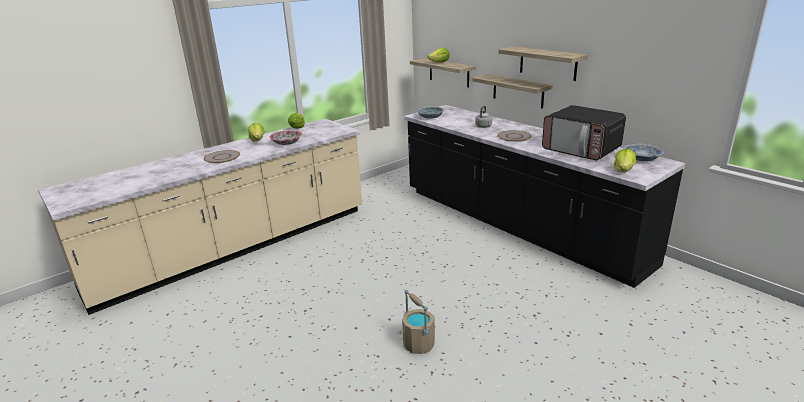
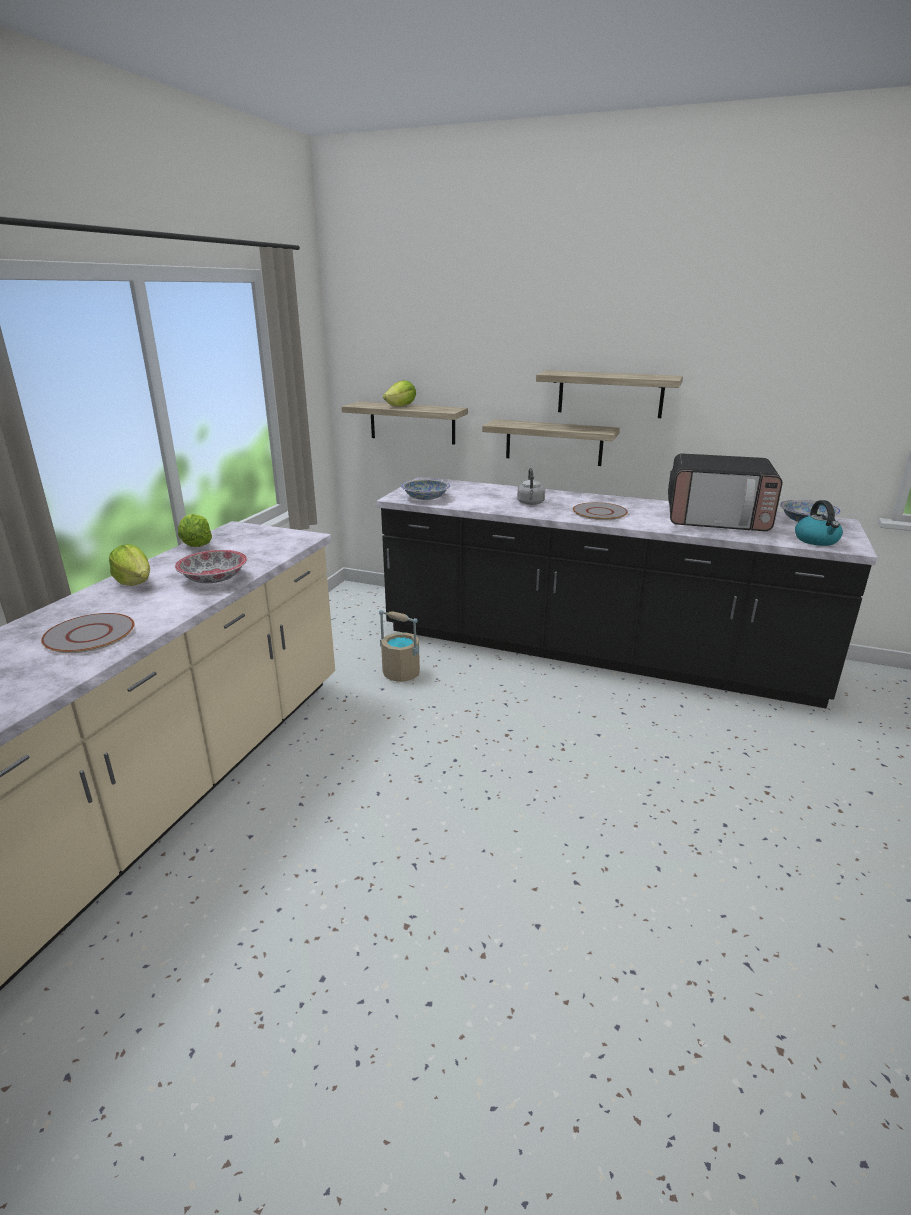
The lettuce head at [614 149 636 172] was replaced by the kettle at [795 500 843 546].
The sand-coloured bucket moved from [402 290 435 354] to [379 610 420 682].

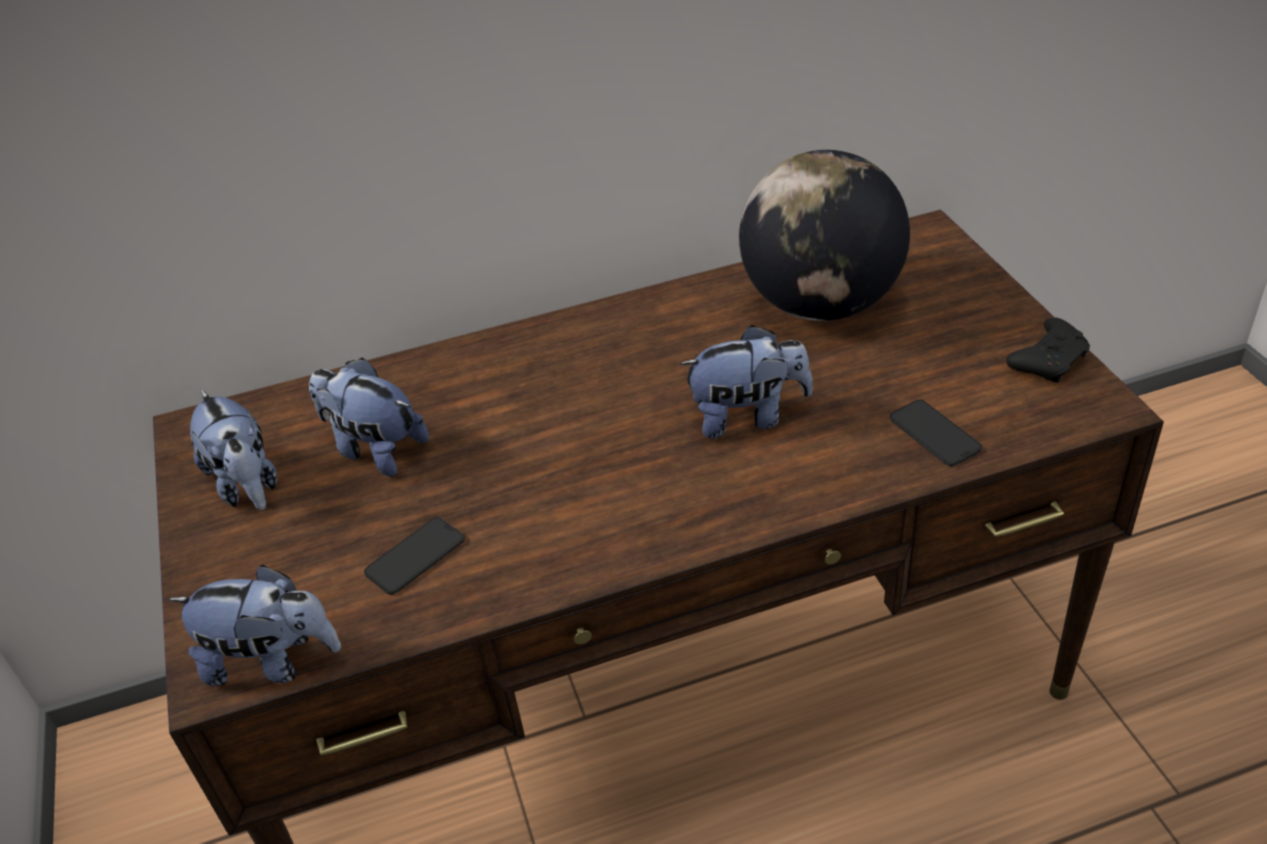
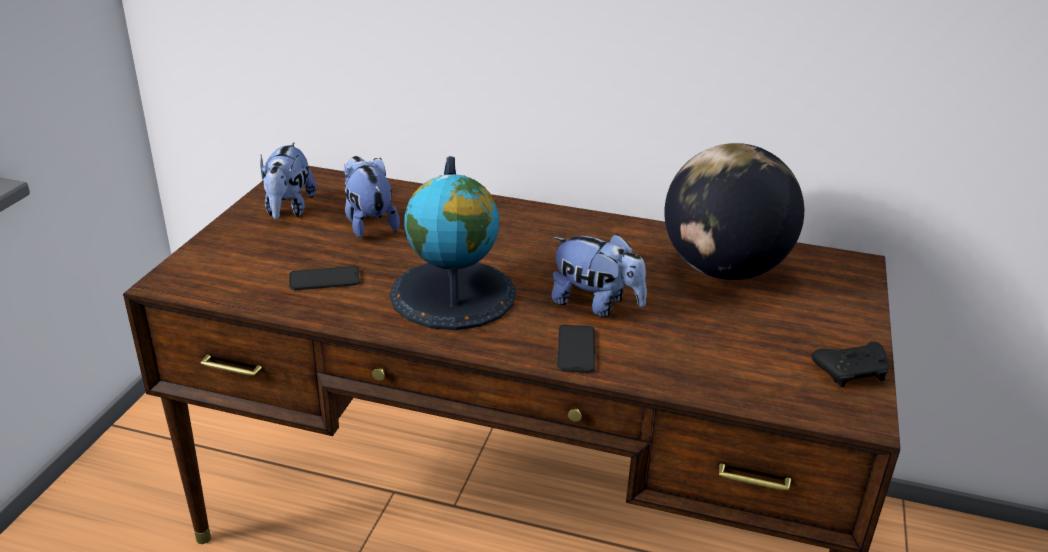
The phone moved from [889 400 982 466] to [557 325 595 373].
The plush toy at [168 564 341 686] disappeared.
The desk globe at [390 156 516 330] appeared.

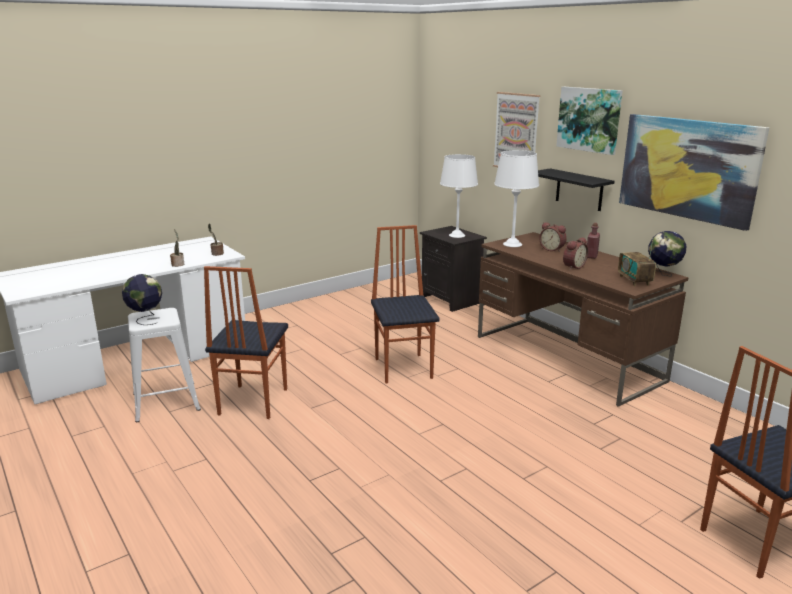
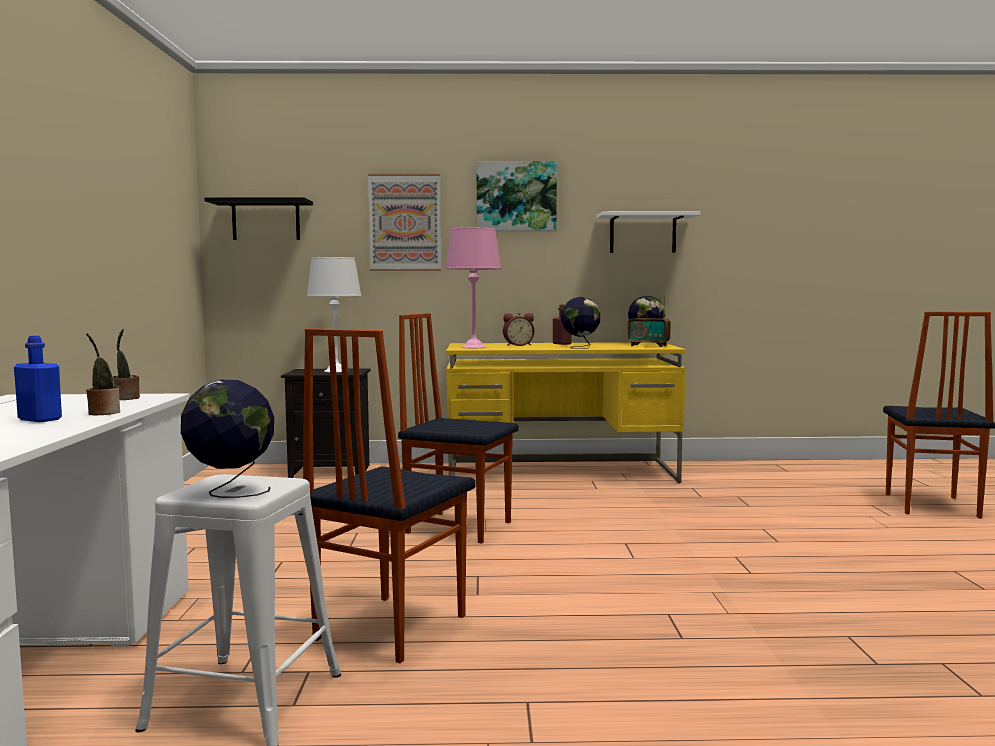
The wall art at [619 114 769 231] was replaced by the white-coloured shelf at [596 211 700 253].
The white-coloured tabletop lamp at [494 150 539 247] became the pinkish tabletop lamp at [445 227 501 348].
The black-coloured shelf moved from [538 168 615 211] to [204 197 313 240].
The brown-coloured desk unit at [478 232 688 407] became the yellow-coloured desk unit at [446 342 686 483].
The table clock at [563 237 588 270] was replaced by the desk globe at [561 297 601 349].
The plain chair at [204 266 288 419] turned 75 degrees clockwise.
The blue bottle at [14 336 62 422] appeared.

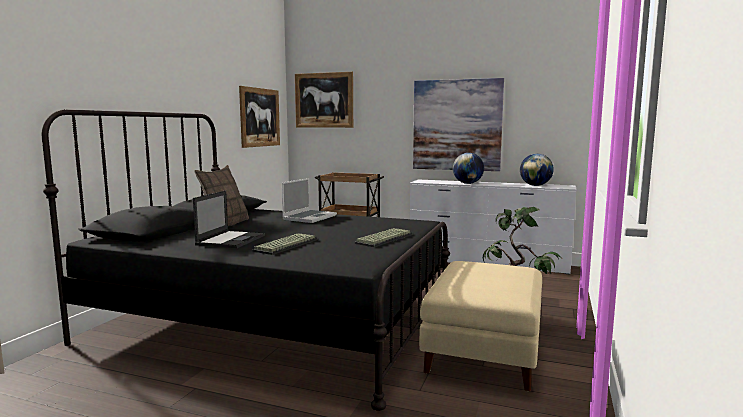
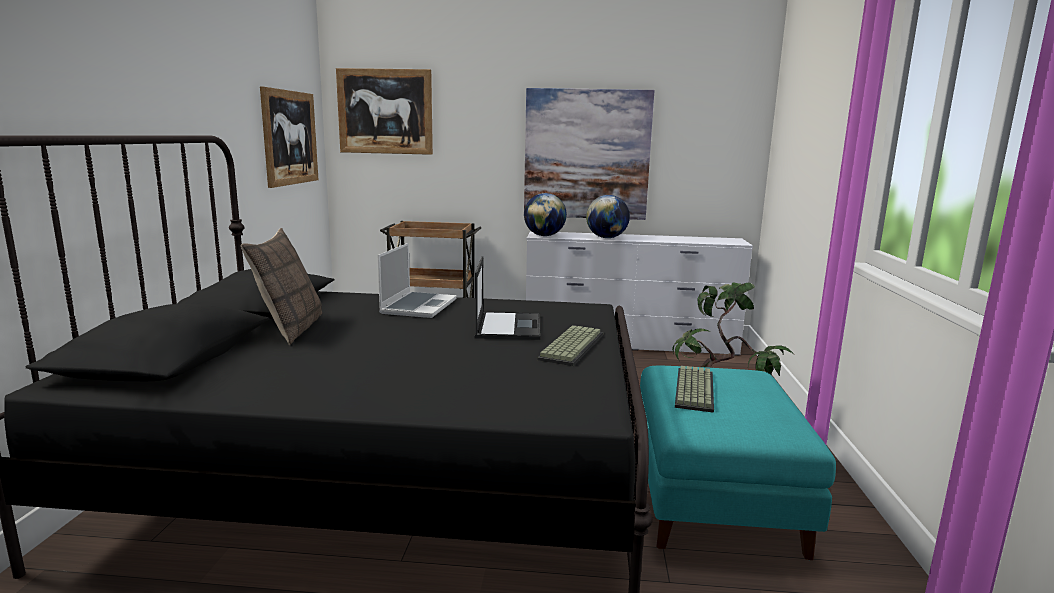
The desk globe moved from [520 154 554 186] to [524 193 567 236].
The notebook computer moved from [193 190 265 248] to [474 256 540 340].
The keyboard moved from [253 233 317 255] to [675 365 714 413].
The sand-coloured footrest at [419 261 542 391] became the turquoise footrest at [640 365 836 560].

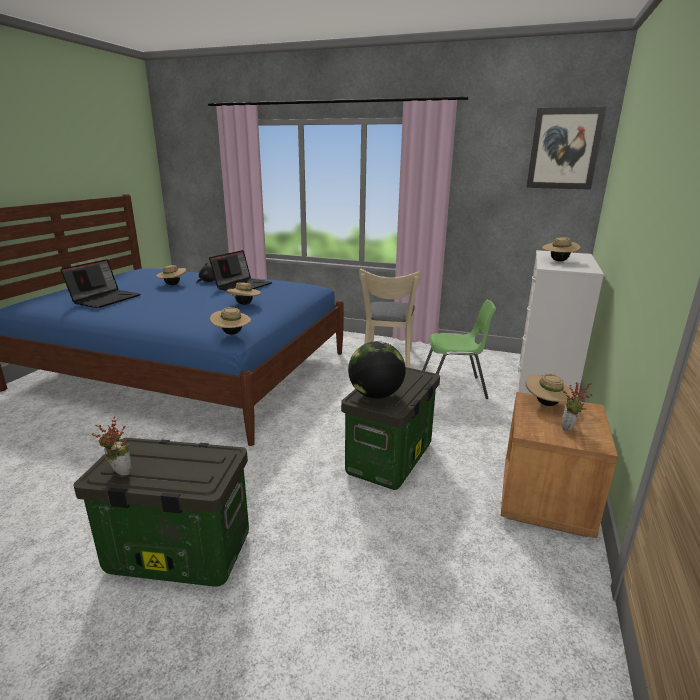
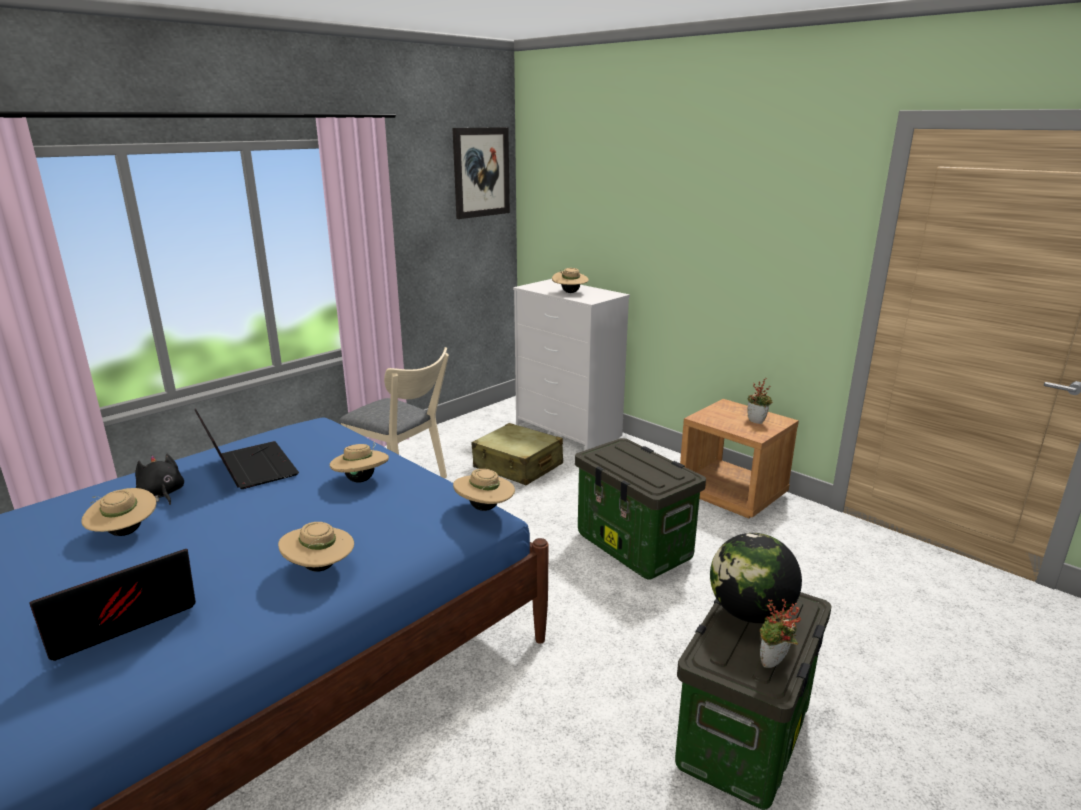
The notebook computer at [61 259 141 308] turned 90 degrees counterclockwise.
The green plain chair at [422 300 496 399] was replaced by the sand-coloured travel case at [472 423 563 485].
The desk globe moved from [348 341 406 399] to [710 533 802 623].
The sand-coloured clothing hat moved from [525 374 574 406] to [278 522 354 572].

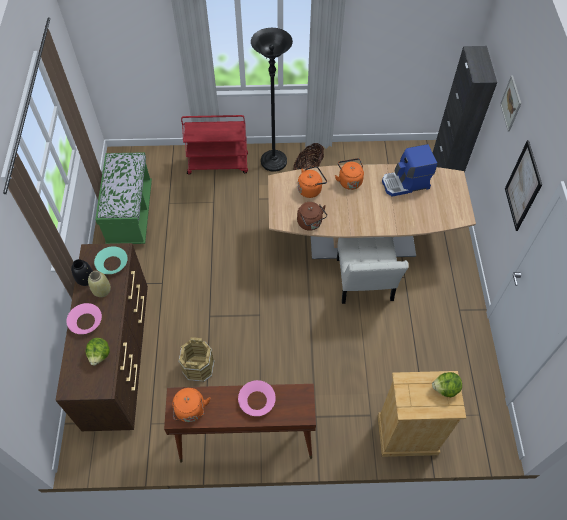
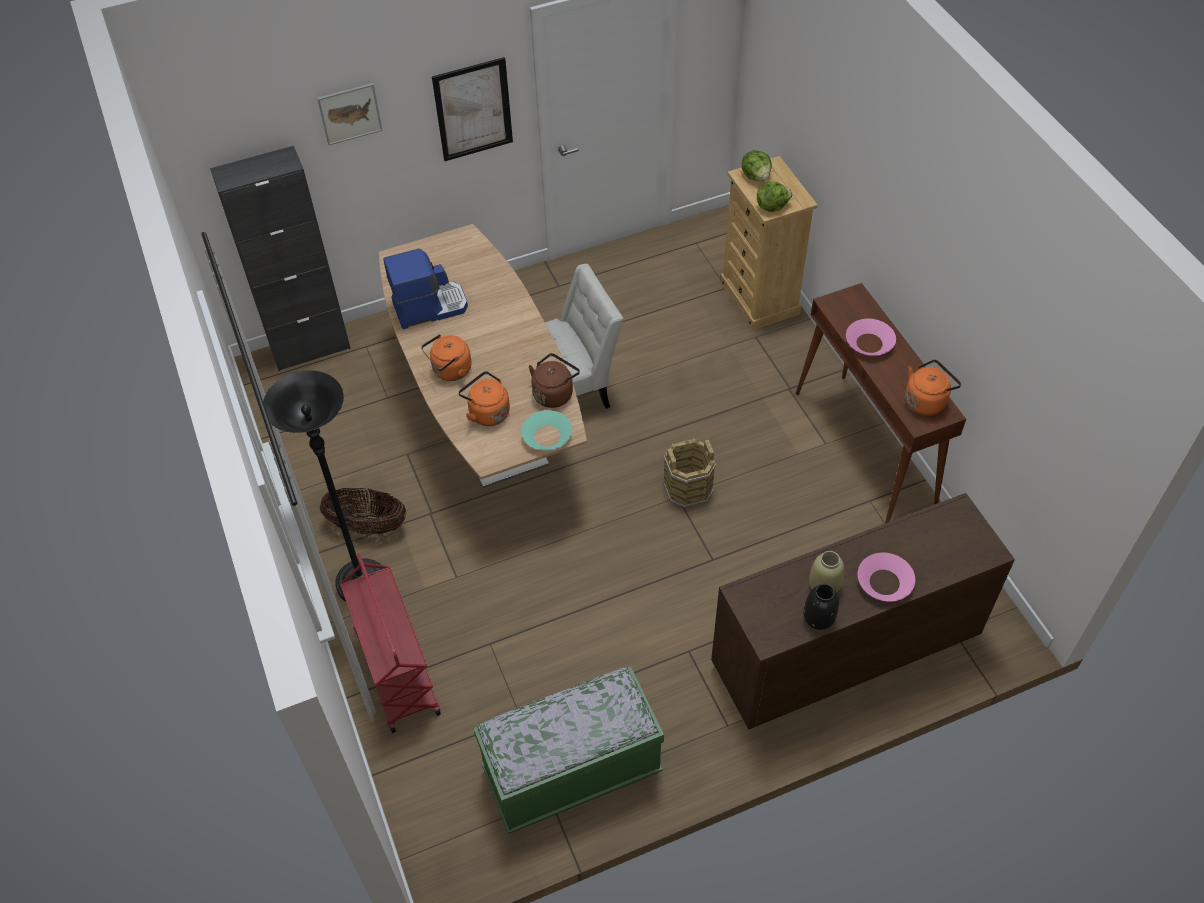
The coffee maker at [382 144 438 197] turned 75 degrees counterclockwise.
The turquoise deep dish moved from [94 246 128 274] to [521 410 572 450].
The brown-coloured bucket moved from [179 337 215 382] to [663 438 716 508].
The lettuce head moved from [86 338 110 365] to [757 182 792 212].

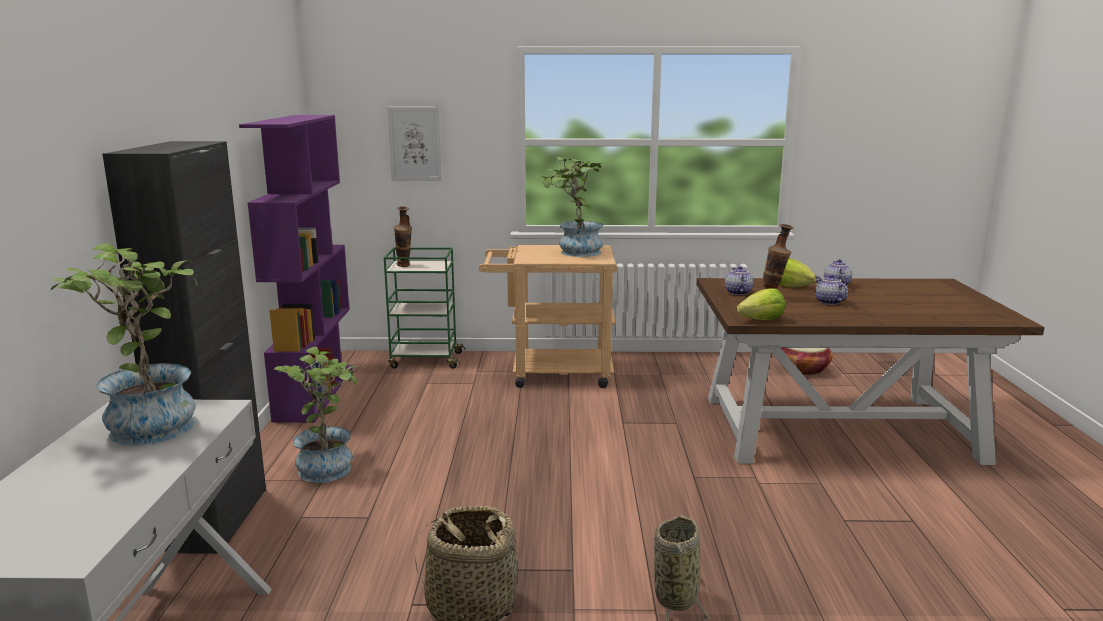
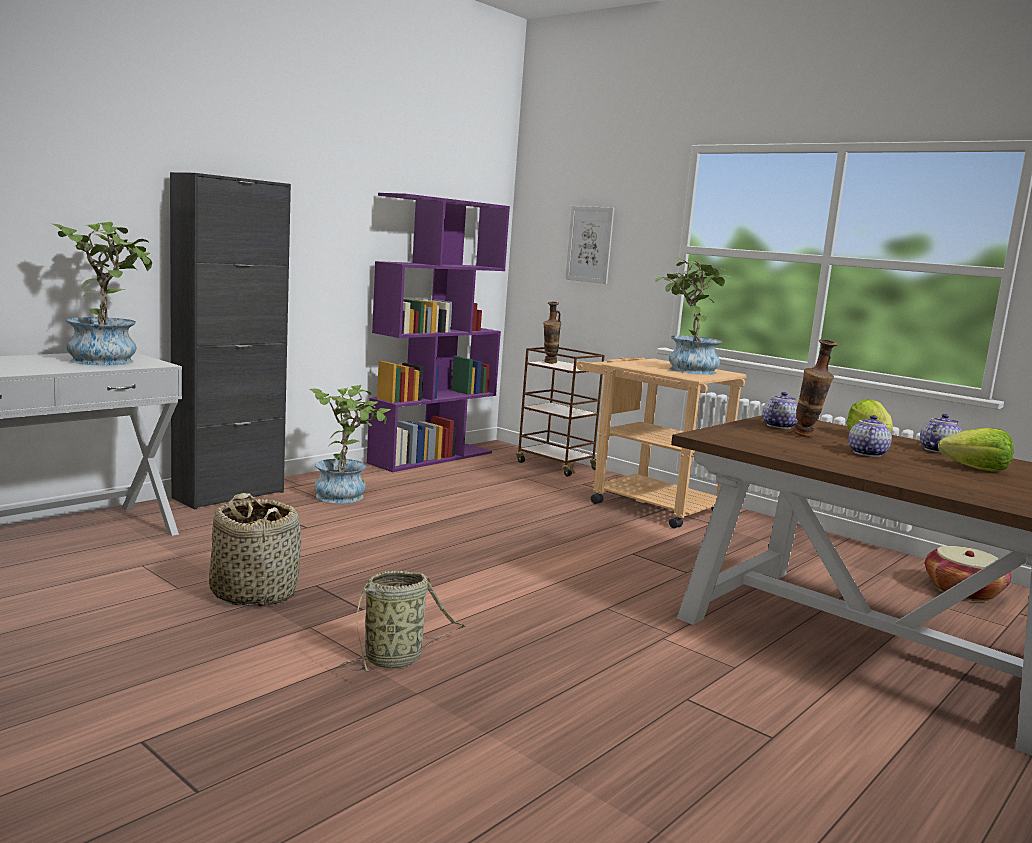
The green cart at [384 247 465 369] became the brown-coloured cart at [516 347 605 476].
The lettuce head moved from [737 288 785 320] to [938 428 1014 471].

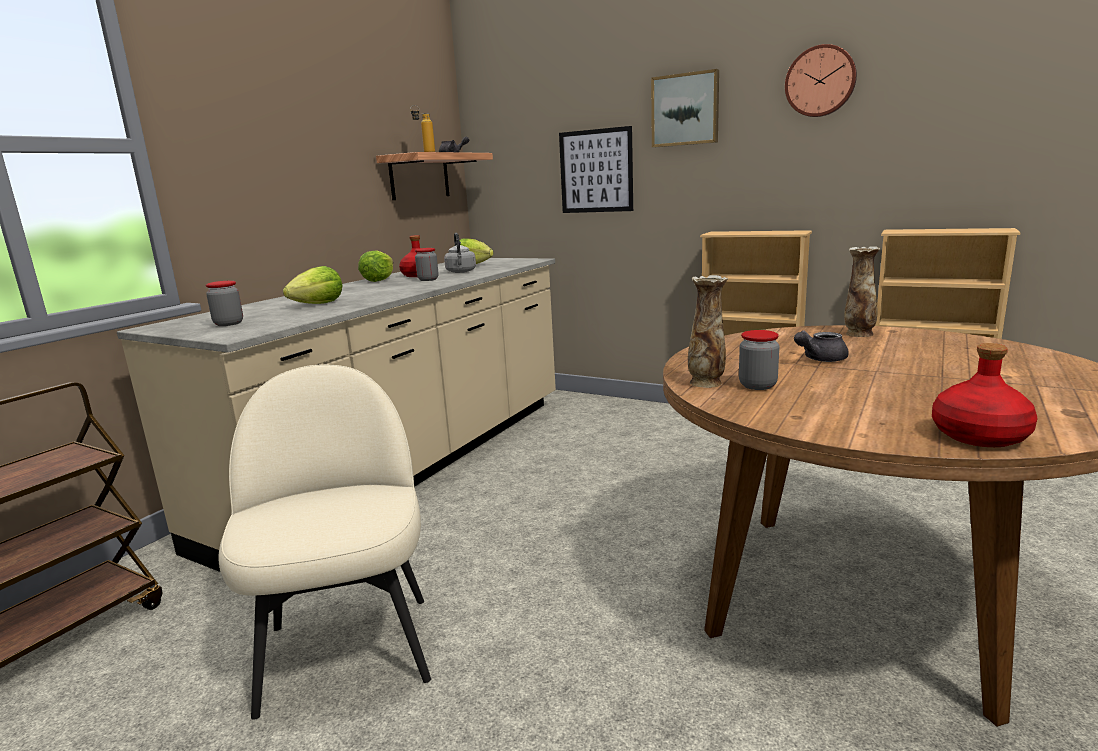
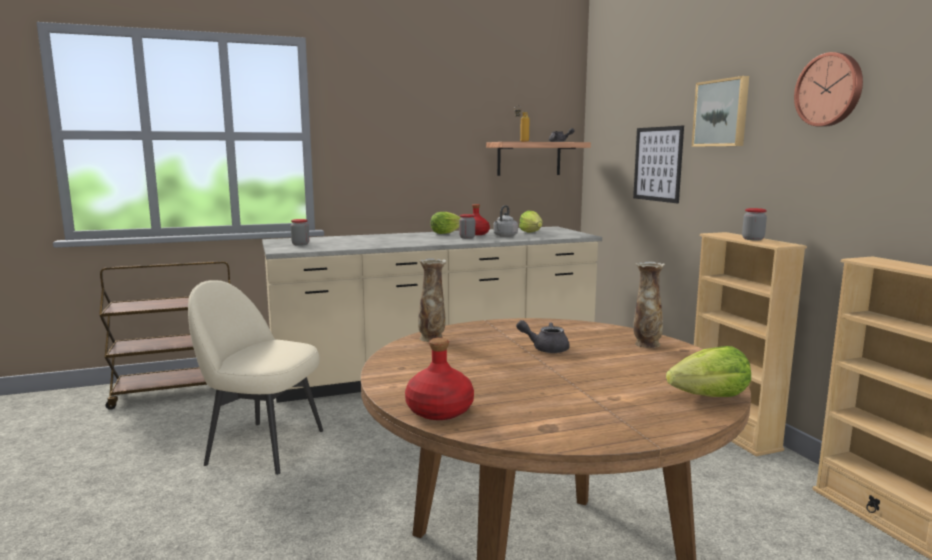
The lettuce head moved from [283 266 342 304] to [666 346 751 397].
The storage jar moved from [739 330 779 390] to [742 208 767 240].
The sand-coloured plain chair at [218 364 431 720] turned 105 degrees counterclockwise.

